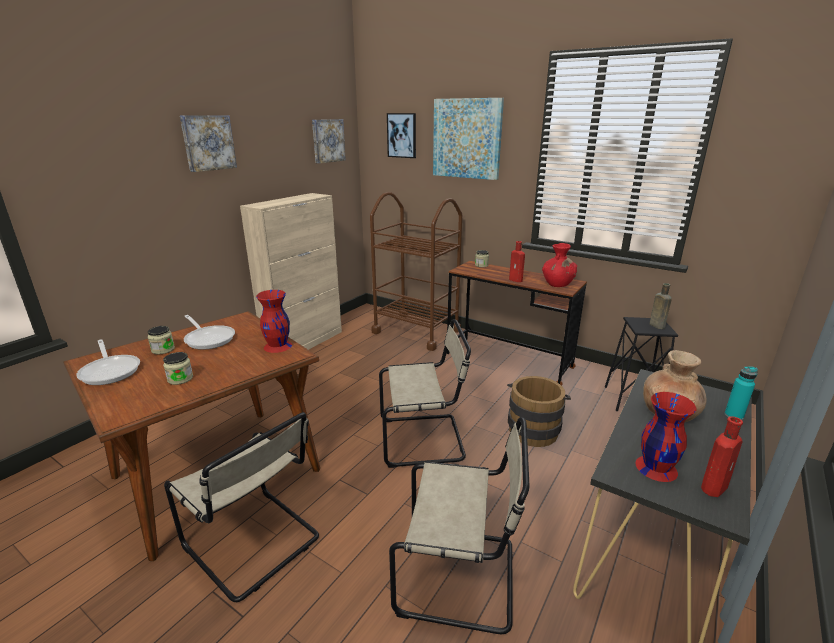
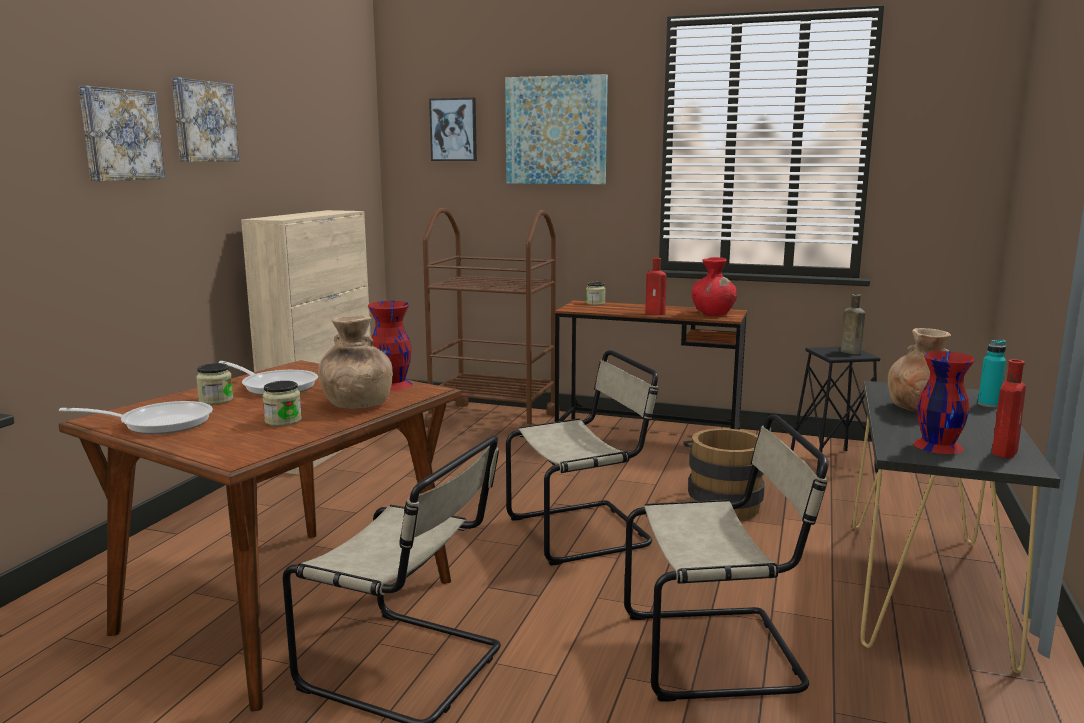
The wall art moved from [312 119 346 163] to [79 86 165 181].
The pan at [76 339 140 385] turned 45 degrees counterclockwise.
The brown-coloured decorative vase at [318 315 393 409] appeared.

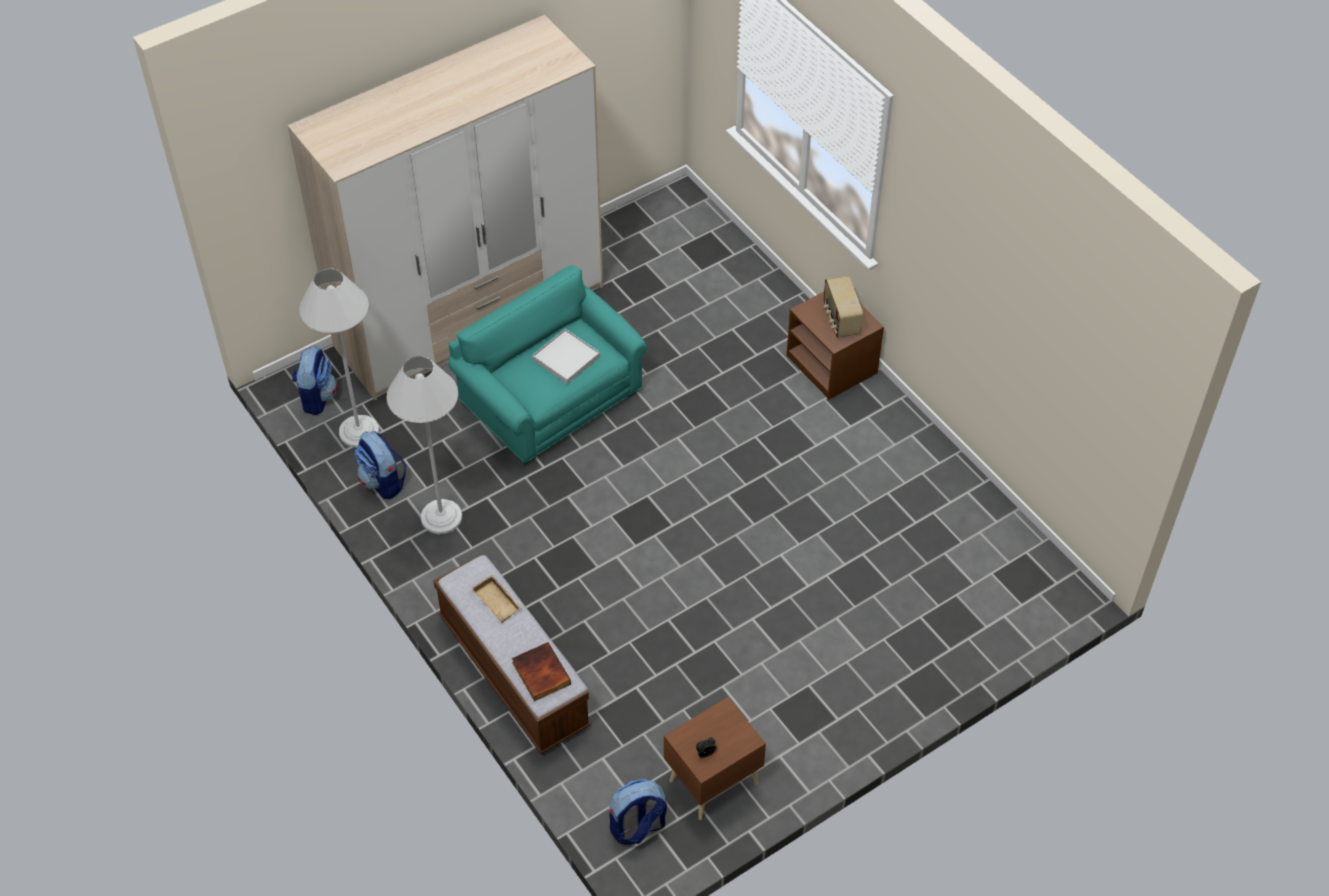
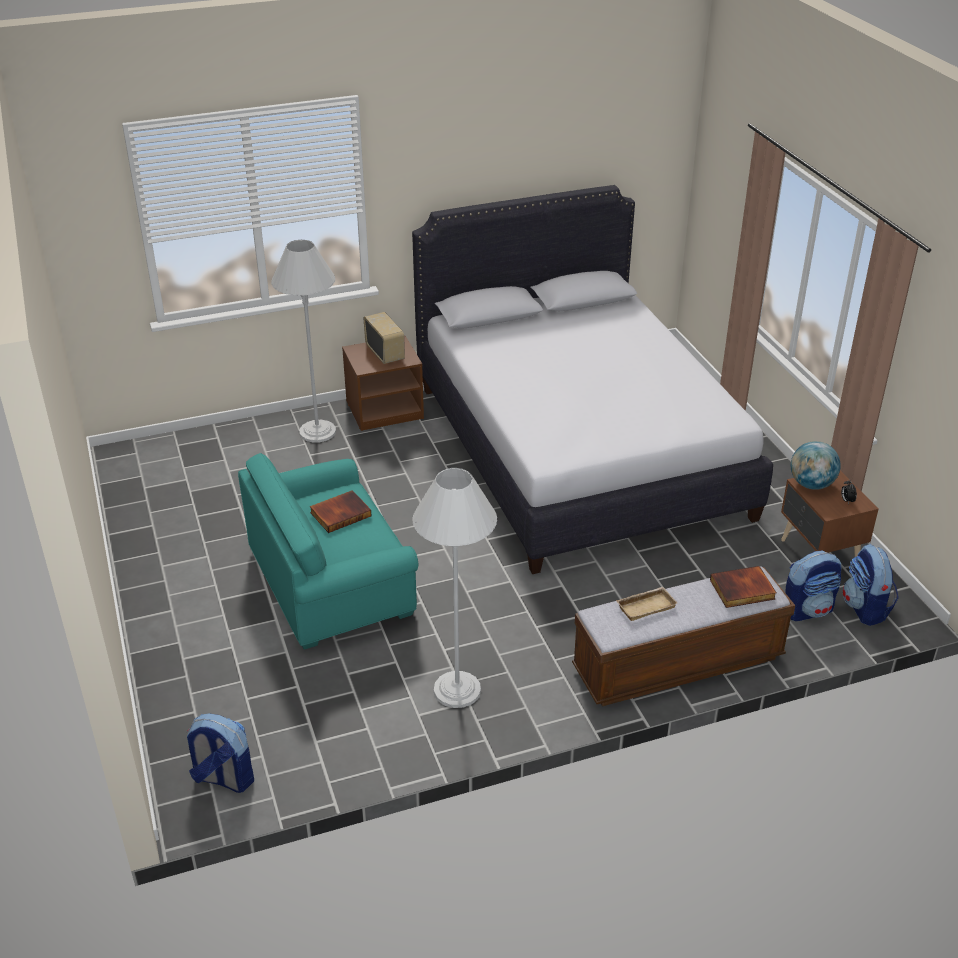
The wardrobe at [288 15 603 400] disappeared.
The white-coloured floor lamp moved from [299 268 379 448] to [271 240 336 443].
The radio at [823 276 863 338] turned 120 degrees counterclockwise.
The white-coloured carrying tray at [532 329 600 384] was replaced by the book at [310 490 372 533].
The backpack moved from [354 431 407 499] to [785 551 841 621].
The white-coloured bed at [412 185 773 574] appeared.
The desk globe at [791 441 841 490] appeared.

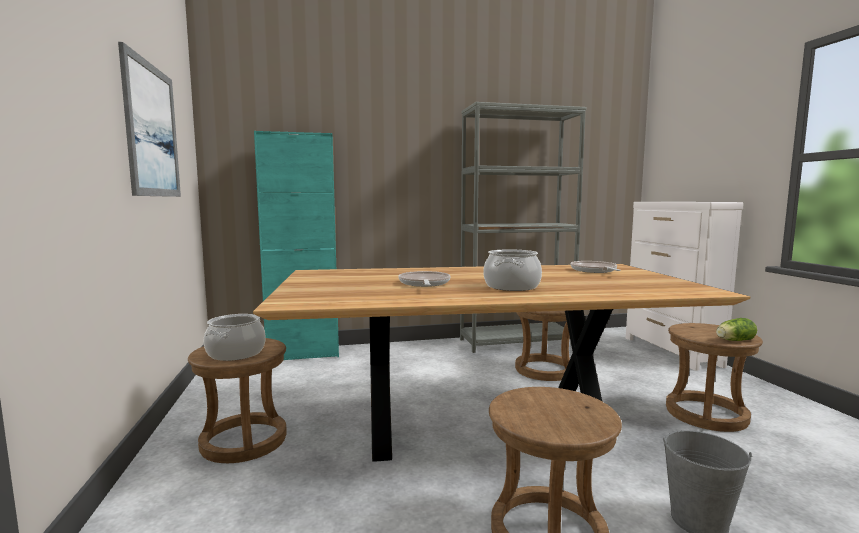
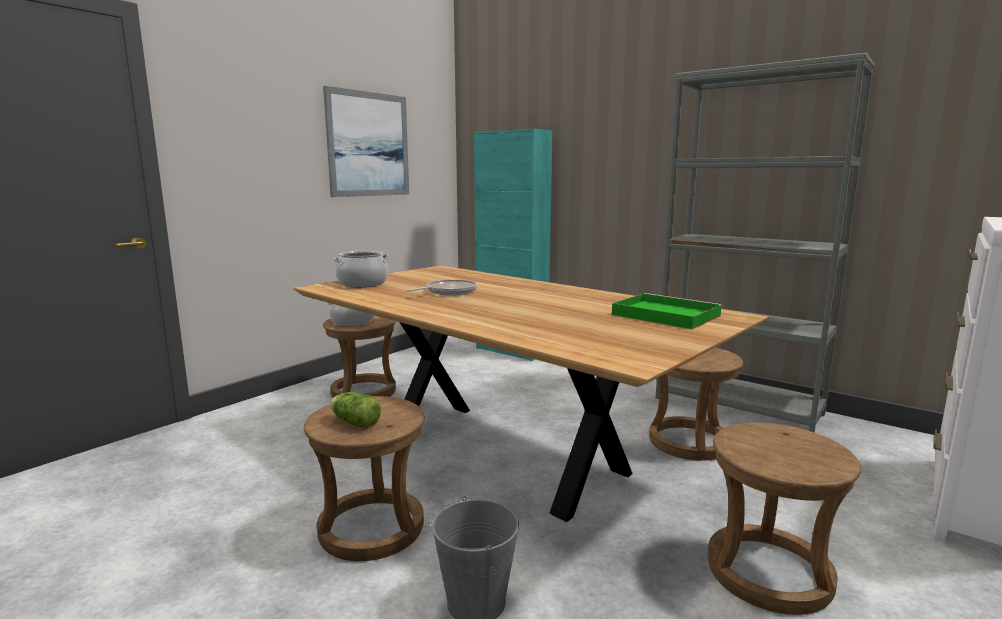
The stockpot moved from [483 249 542 291] to [332 251 390 287].
The pan at [570 261 621 273] was replaced by the green carrying tray at [612 293 722 329].
The lettuce head moved from [716 318 757 341] to [330 392 381 428].

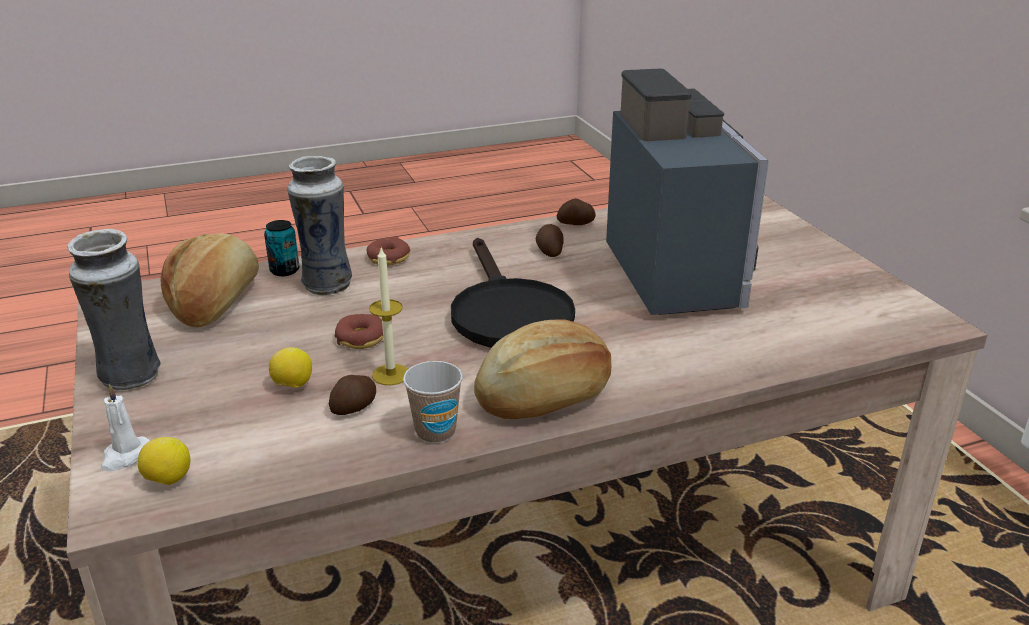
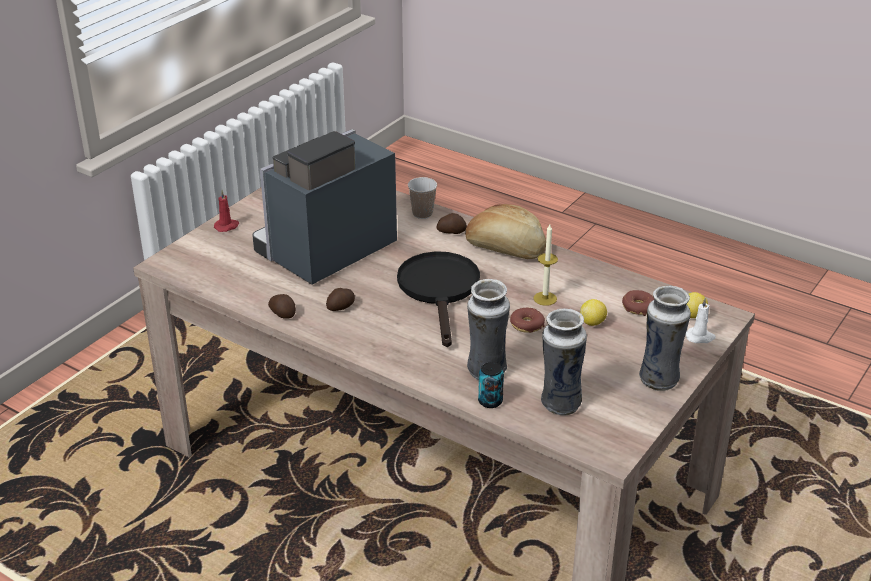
The bread at [160 234 259 327] was replaced by the decorative vase at [541 308 587 416].
The ring doughnut moved from [367 237 410 265] to [622 290 654 316].
The black-coloured pan at [451 238 575 348] turned 45 degrees counterclockwise.
The small cup moved from [403 361 463 444] to [408 177 437 219].
The spud moved from [329 375 376 415] to [437 213 467 234].
The red-coloured wax light at [214 190 239 232] appeared.

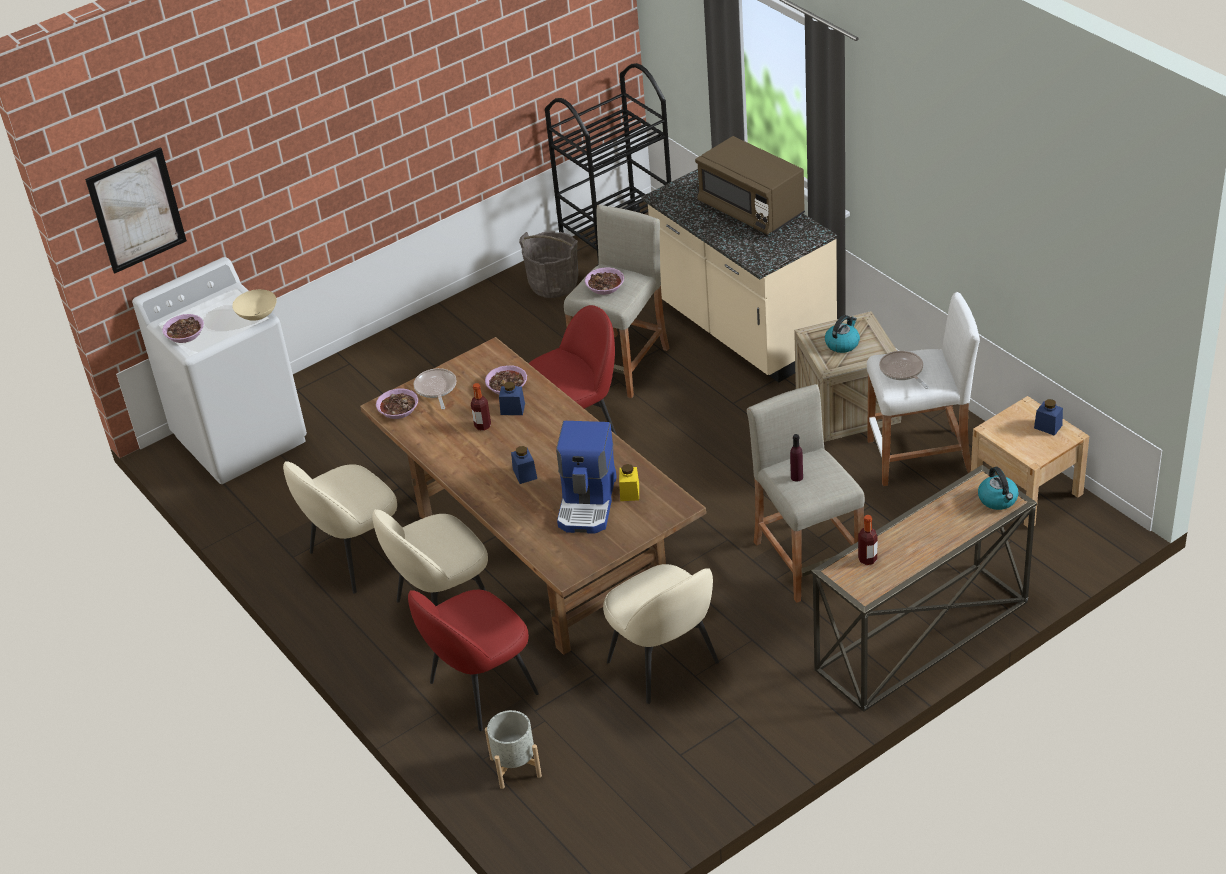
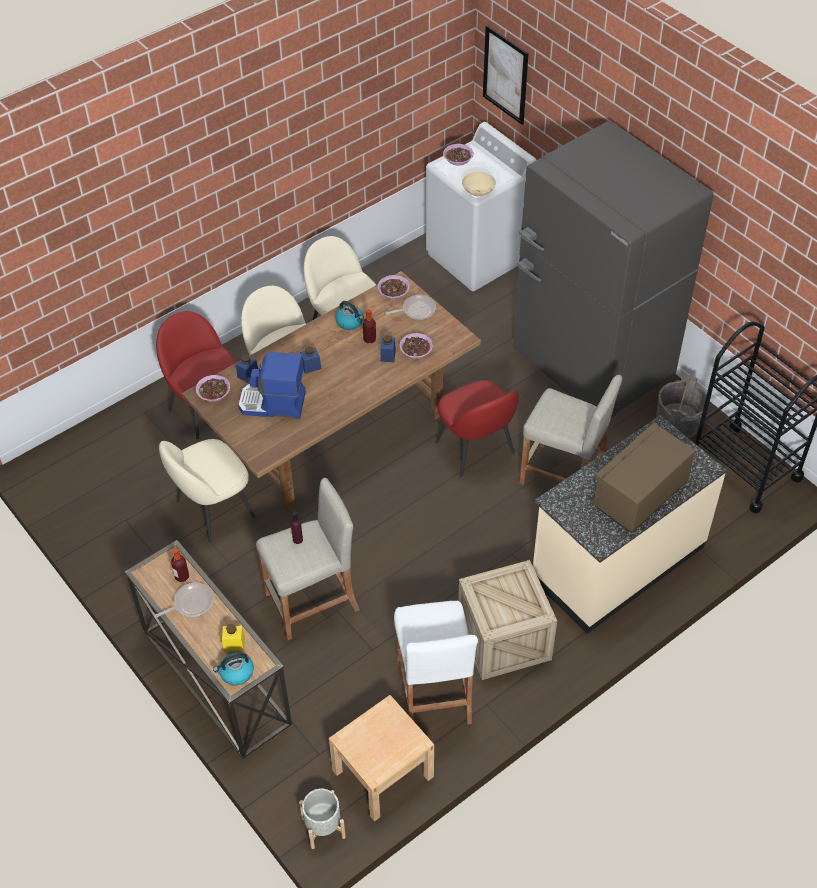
The deep dish moved from [585 268 624 295] to [196 375 230 402].
The kettle moved from [825 315 860 353] to [335 301 364 330].
The pan moved from [879 351 929 389] to [155 583 214 618].
The blue storage jar moved from [1034 399 1063 436] to [236 355 258 383].
The yellow-coloured storage jar moved from [619 464 639 501] to [222 624 245 651].
The greyish planter moved from [485 710 542 789] to [299 789 346 849].
The greyish fridge at [513 121 714 418] appeared.

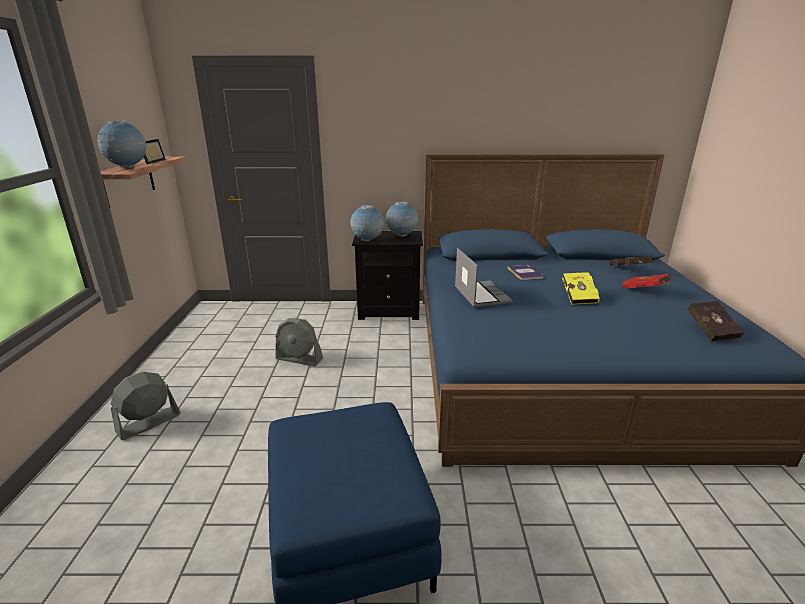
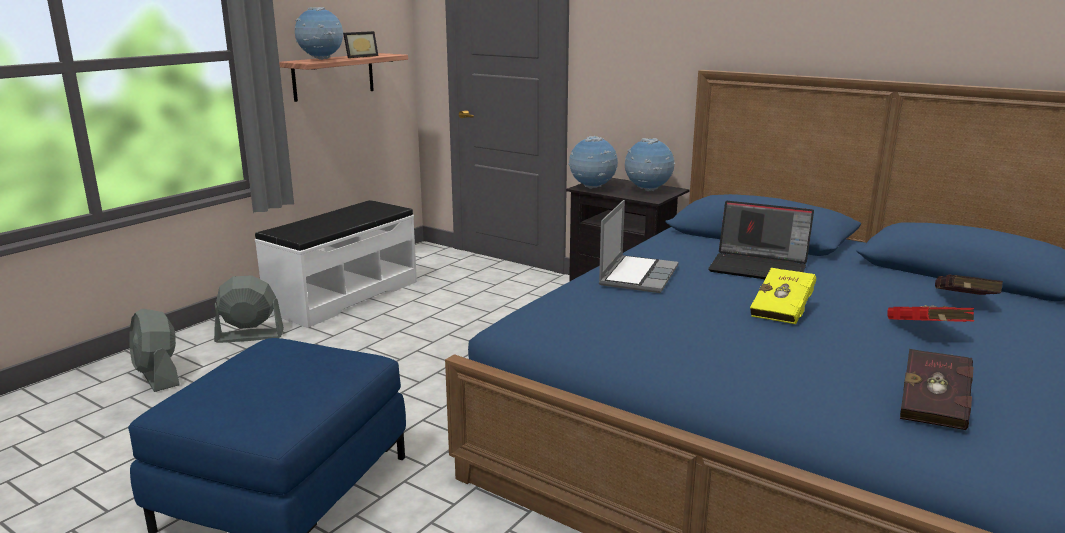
The book at [508 265 543 280] was replaced by the notebook computer at [708 201 814 279].
The greyish electric fan moved from [275 318 323 366] to [129 308 180 392].
The white-coloured long seat at [255 200 417 328] appeared.

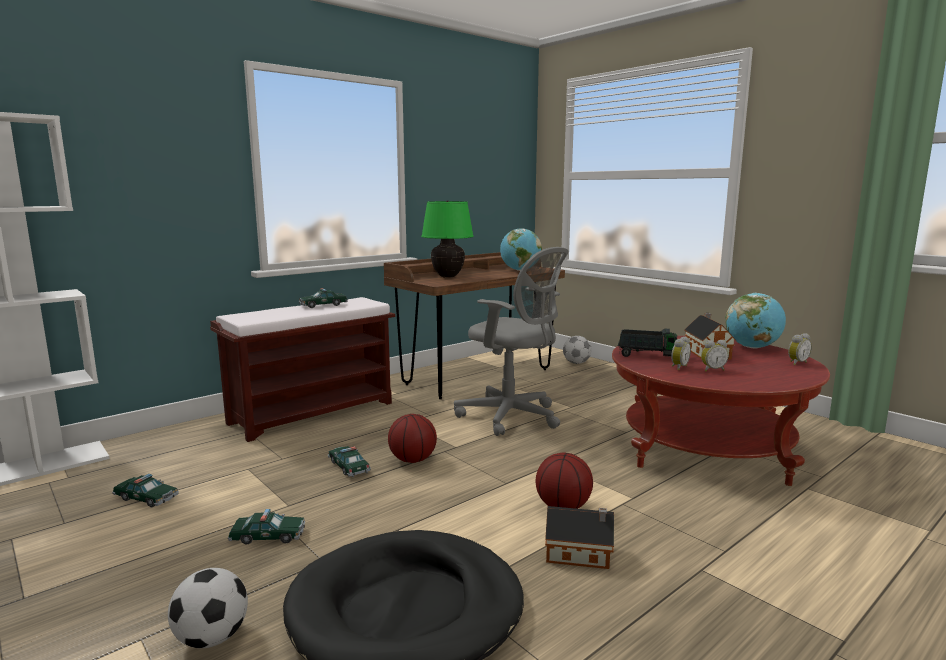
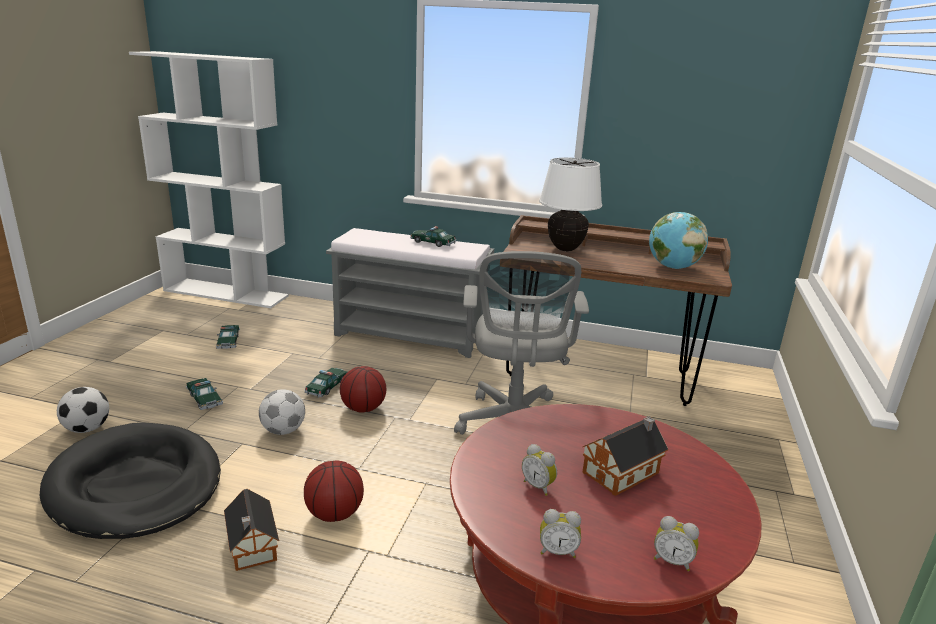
The green tabletop lamp at [421 200 474 278] became the white-coloured tabletop lamp at [539 157 602 251].
The desk globe at [725 293 786 348] disappeared.
The brown-coloured long seat at [210 297 395 442] became the greyish long seat at [326 228 494 358].
The model truck at [618 329 690 357] disappeared.
The ball for football moved from [563 336 592 364] to [259 389 305 435].
The table clock moved from [671 336 691 370] to [540 509 581 558].

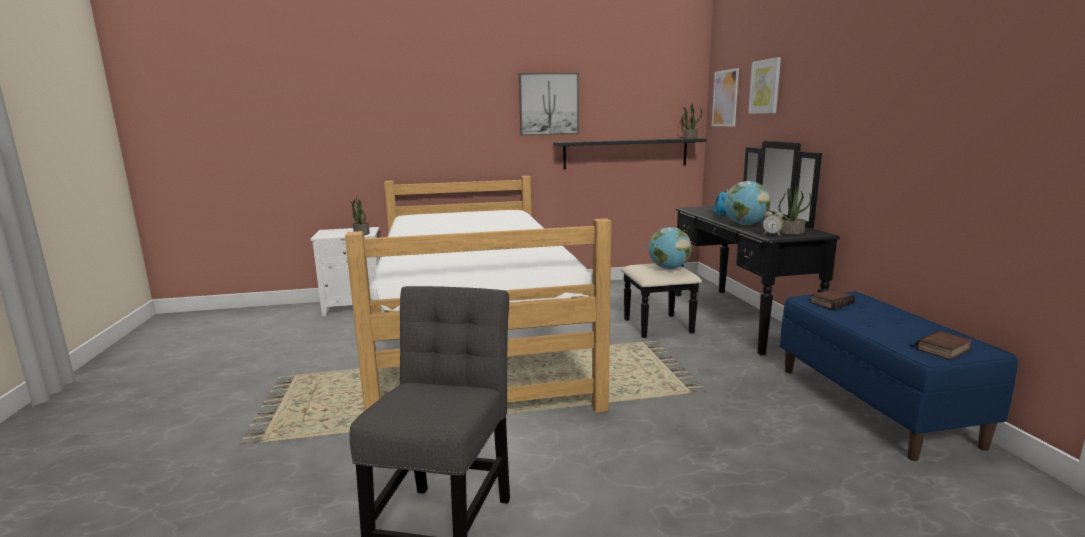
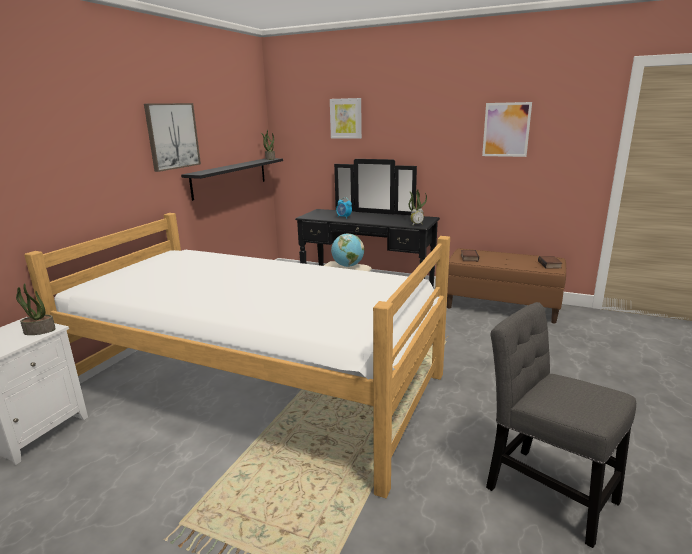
The wall art moved from [712 68 739 127] to [482 102 532 157].
The desk globe at [724 181 771 225] disappeared.
The blue long seat at [780 292 1018 461] became the brown-coloured long seat at [447 248 566 324].

